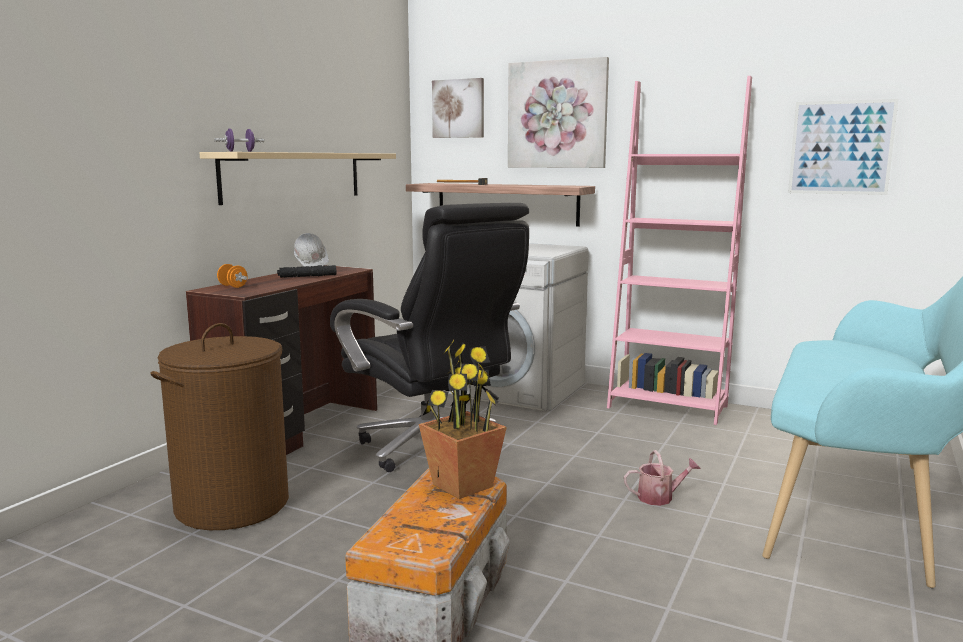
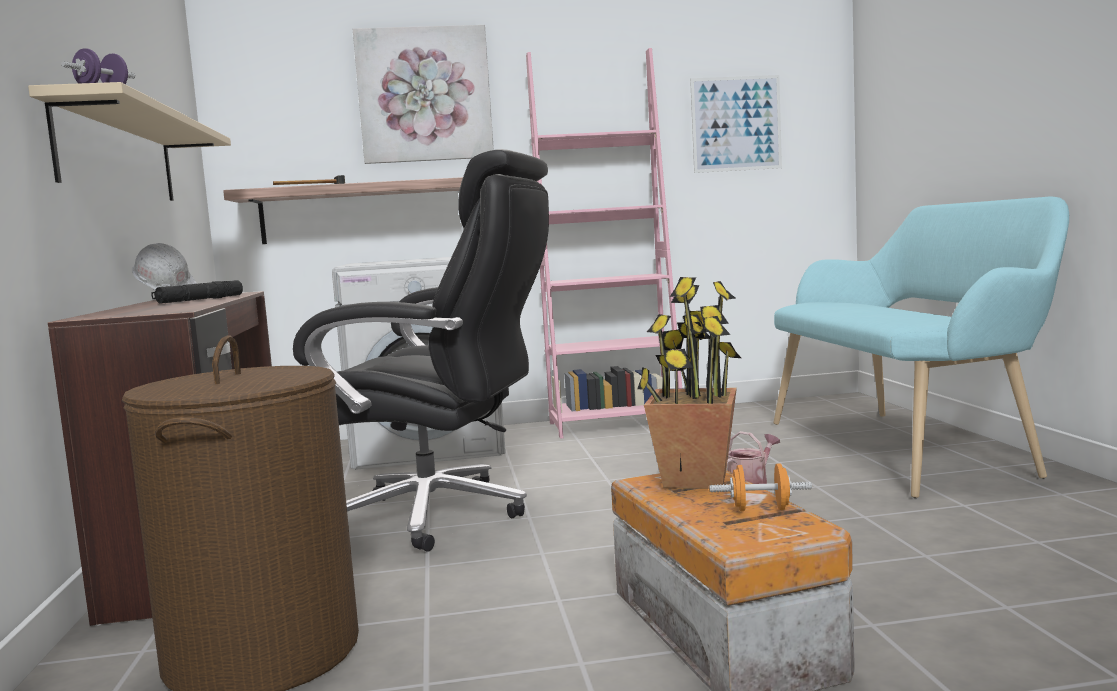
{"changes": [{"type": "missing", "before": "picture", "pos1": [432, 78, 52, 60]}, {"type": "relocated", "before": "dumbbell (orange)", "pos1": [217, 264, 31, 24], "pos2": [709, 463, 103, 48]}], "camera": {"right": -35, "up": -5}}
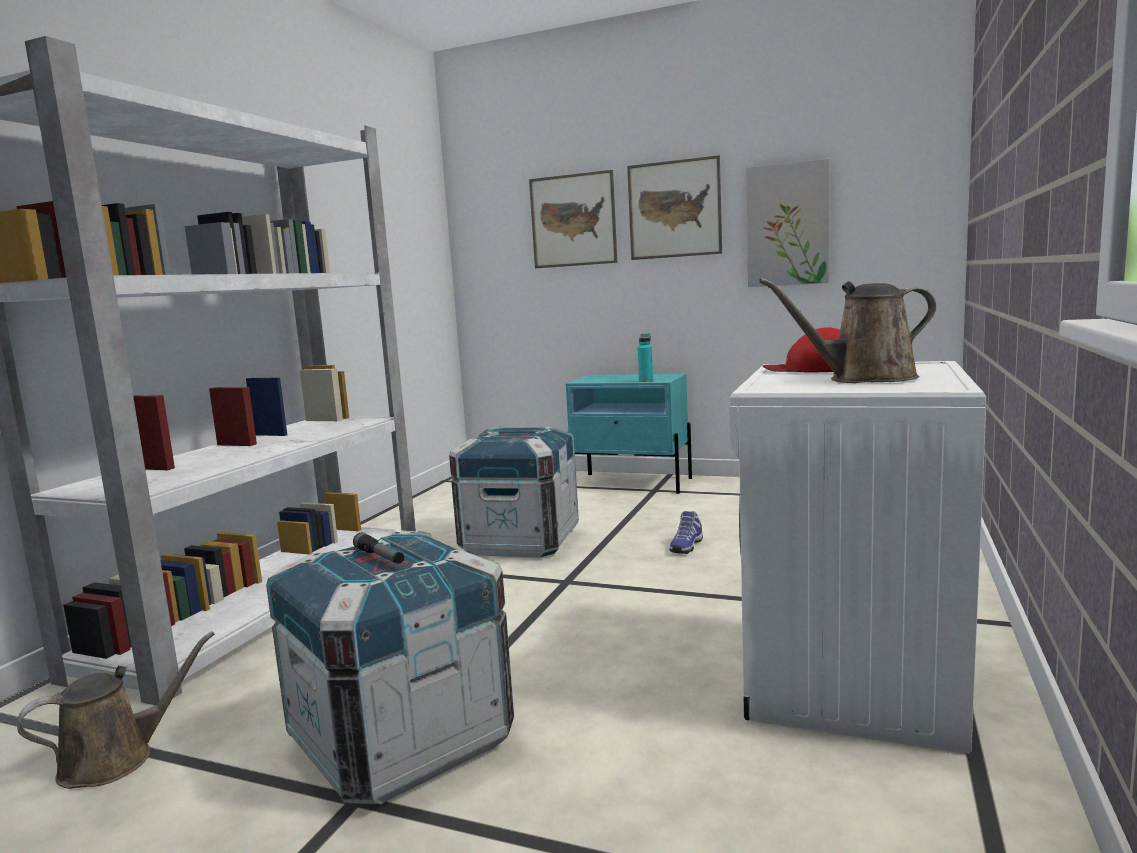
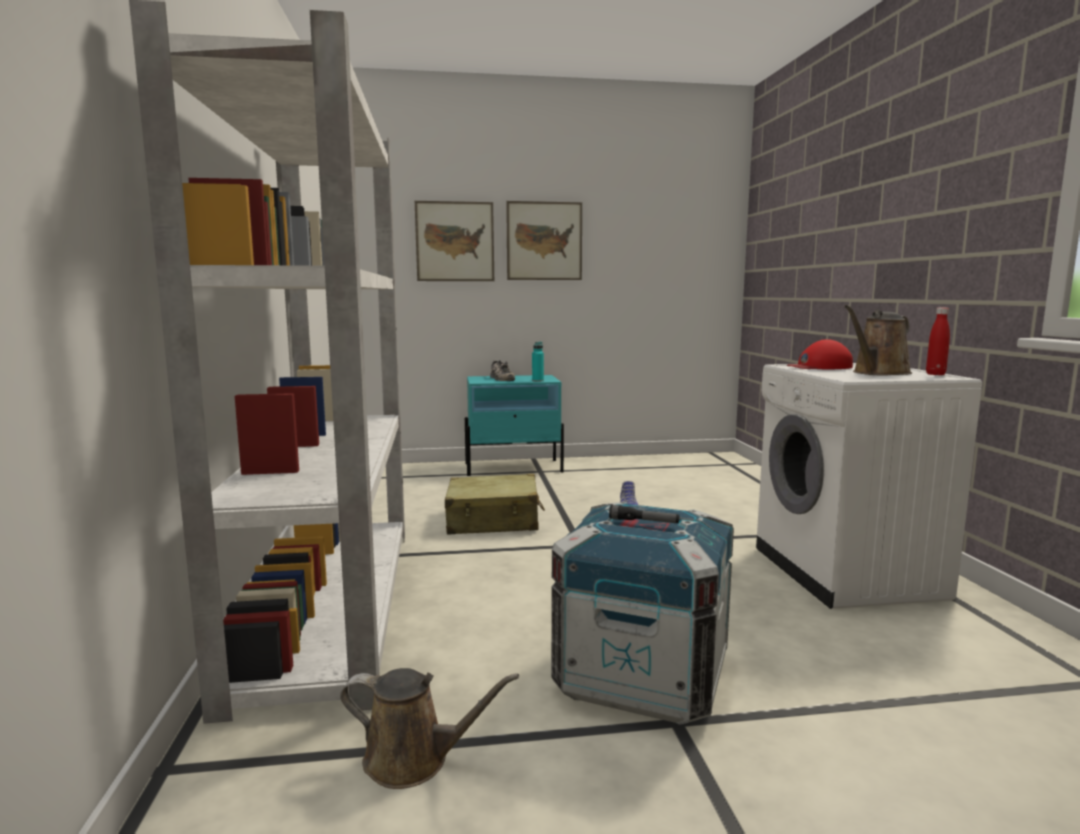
{"changes": [{"type": "missing", "before": "picture", "pos1": [746, 159, 84, 128]}, {"type": "exchanged", "before": "crate", "after": "suitcase (beige)", "pos1": [449, 426, 130, 132], "pos2": [445, 474, 100, 61]}, {"type": "spun", "before": "watering can (brown)", "pos1": [18, 631, 197, 158], "pos2": [340, 668, 179, 121], "turn": 75}, {"type": "appeared", "after": "bottle (red)", "pos2": [926, 308, 24, 67]}, {"type": "appeared", "after": "shoe", "pos2": [490, 360, 25, 21]}], "camera": {"right": -30, "up": 0}}
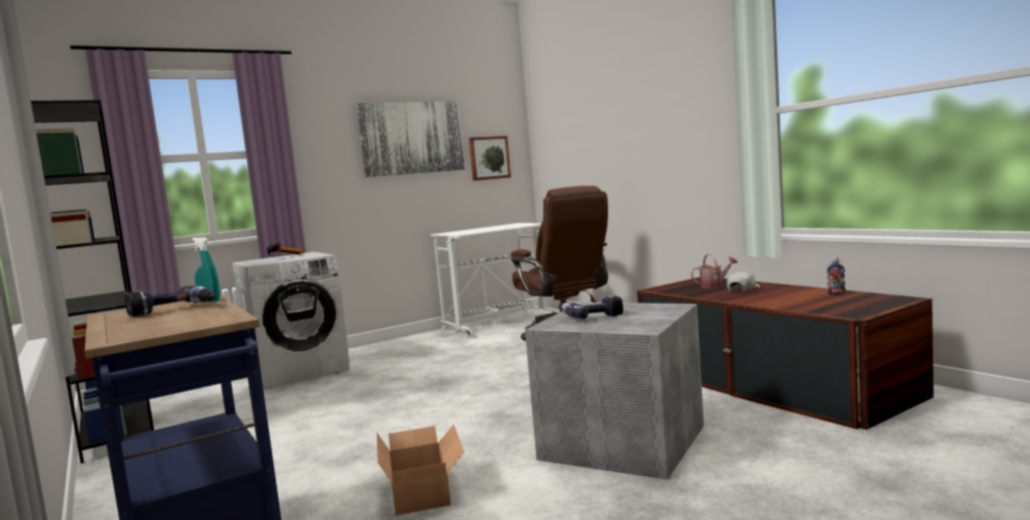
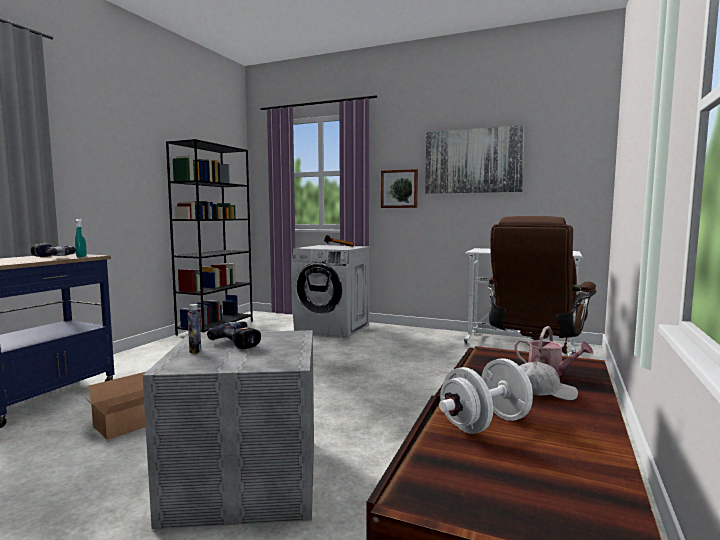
{"changes": [{"type": "relocated", "before": "picture", "pos1": [469, 136, 42, 45], "pos2": [381, 169, 37, 39]}, {"type": "relocated", "before": "bottle", "pos1": [827, 257, 19, 38], "pos2": [188, 304, 13, 50]}, {"type": "appeared", "after": "dumbbell (white)", "pos2": [439, 358, 94, 76]}], "camera": {"right": 55, "up": 0}}
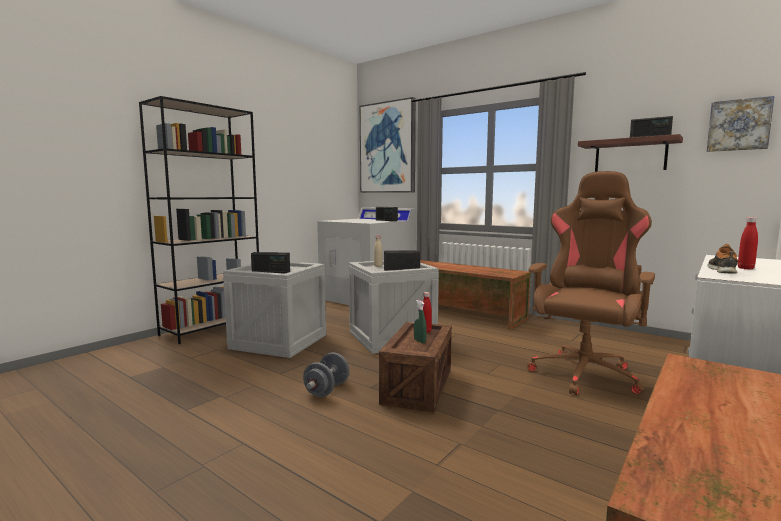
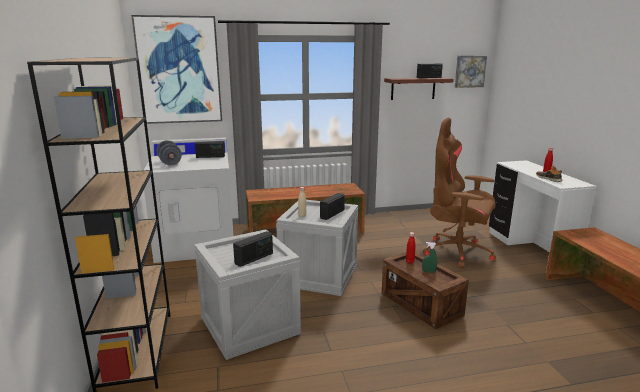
{"changes": [{"type": "spun", "before": "office chair (brown)", "pos1": [527, 171, 128, 224], "pos2": [423, 117, 73, 151], "turn": -45}, {"type": "relocated", "before": "dumbbell (grey)", "pos1": [303, 352, 47, 45], "pos2": [156, 140, 26, 25]}], "camera": {"right": -50, "up": 10}}
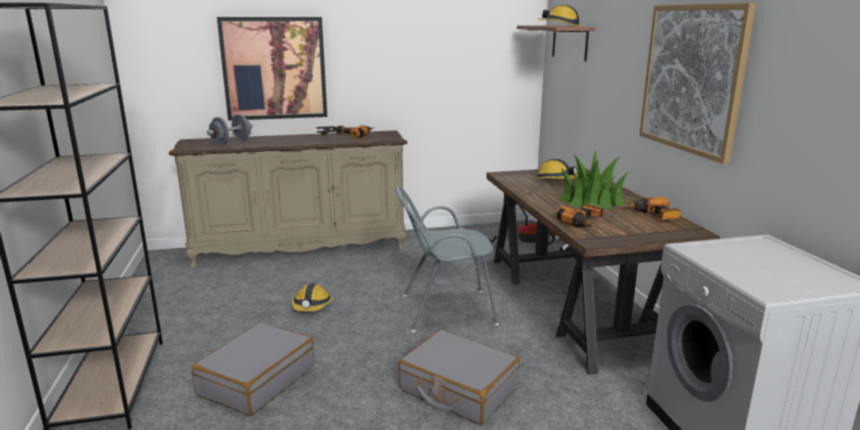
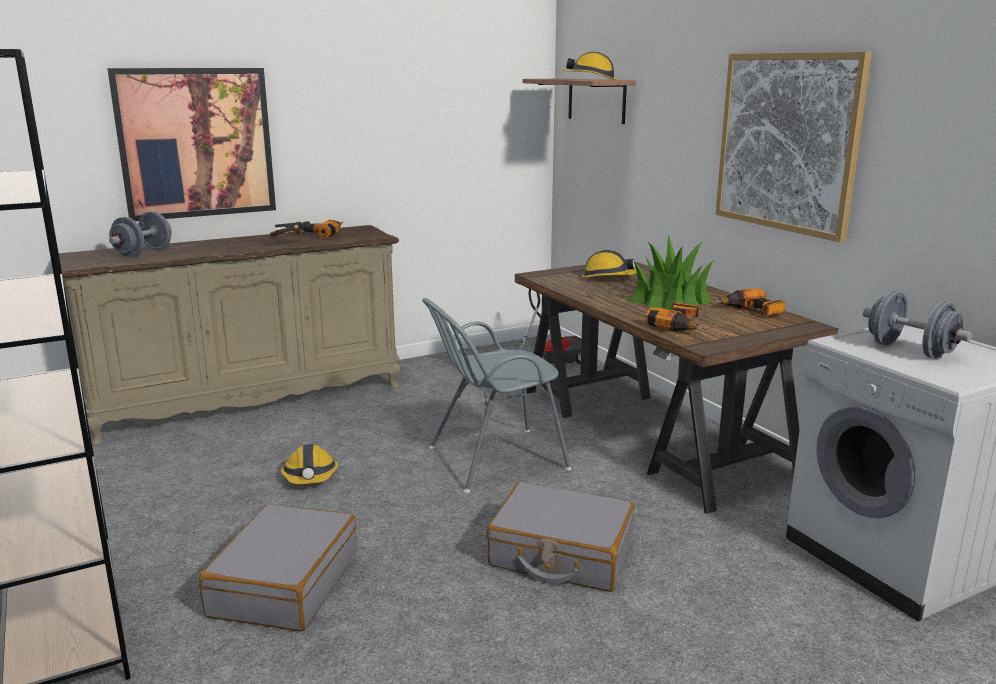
{"changes": [{"type": "appeared", "after": "dumbbell (grey)", "pos2": [863, 291, 109, 68]}], "camera": {"right": -15, "up": 0}}
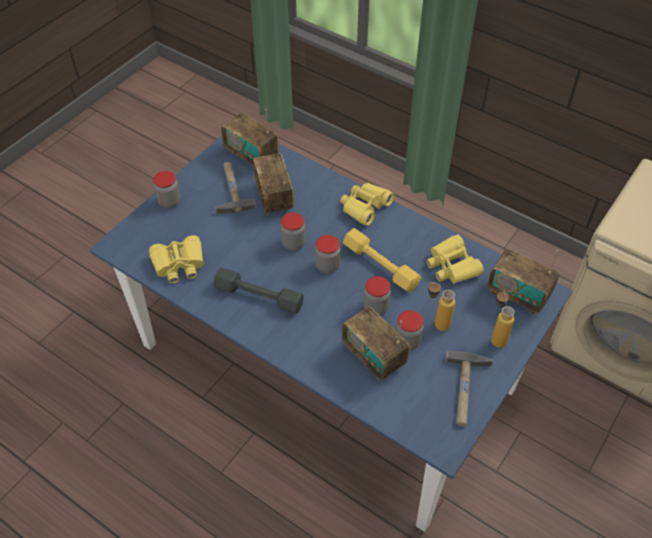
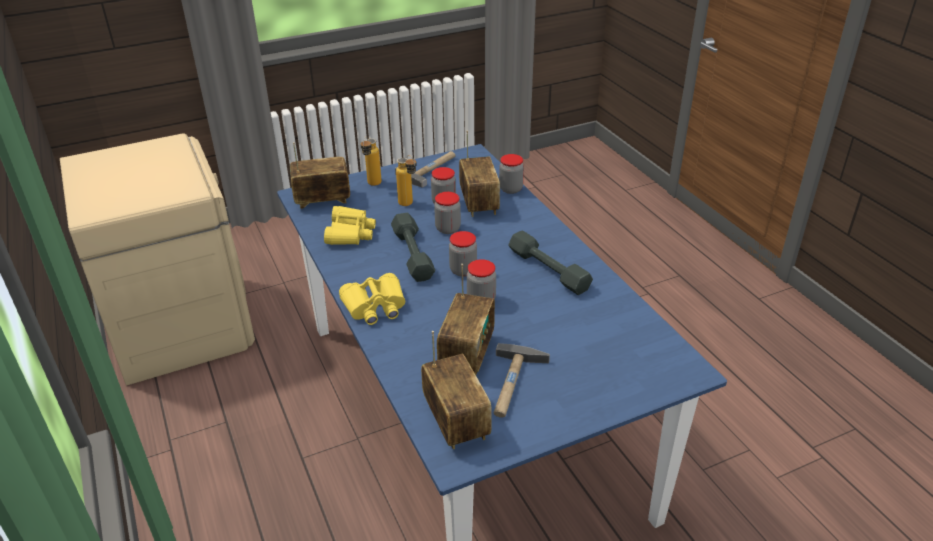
{"changes": [{"type": "relocated", "before": "jar", "pos1": [153, 171, 27, 37], "pos2": [499, 154, 25, 40]}, {"type": "colour", "before": "dumbbell (yellow)", "after": "dumbbell (grey)", "pos1": [343, 228, 79, 65], "pos2": [391, 213, 44, 69]}, {"type": "missing", "before": "binoculars (yellow)", "pos1": [149, 235, 55, 48]}, {"type": "spun", "before": "radio", "pos1": [487, 249, 72, 65], "pos2": [290, 142, 60, 67], "turn": -75}], "camera": {"right": -150, "up": -15}}
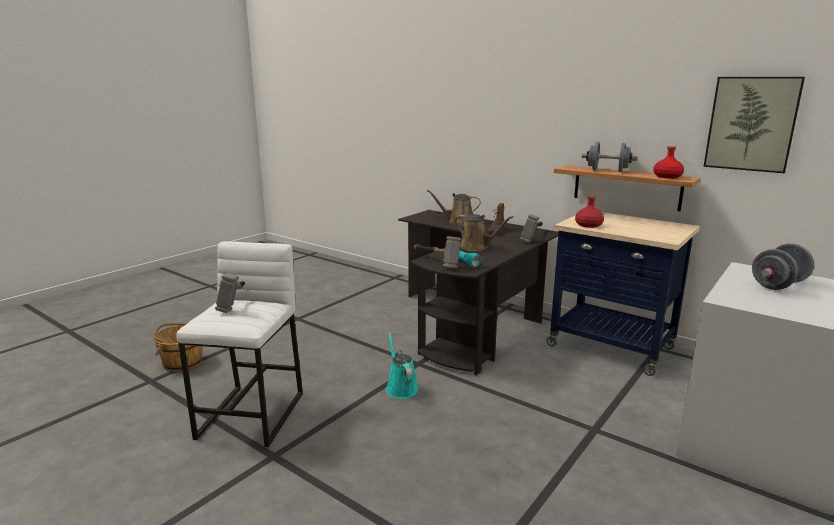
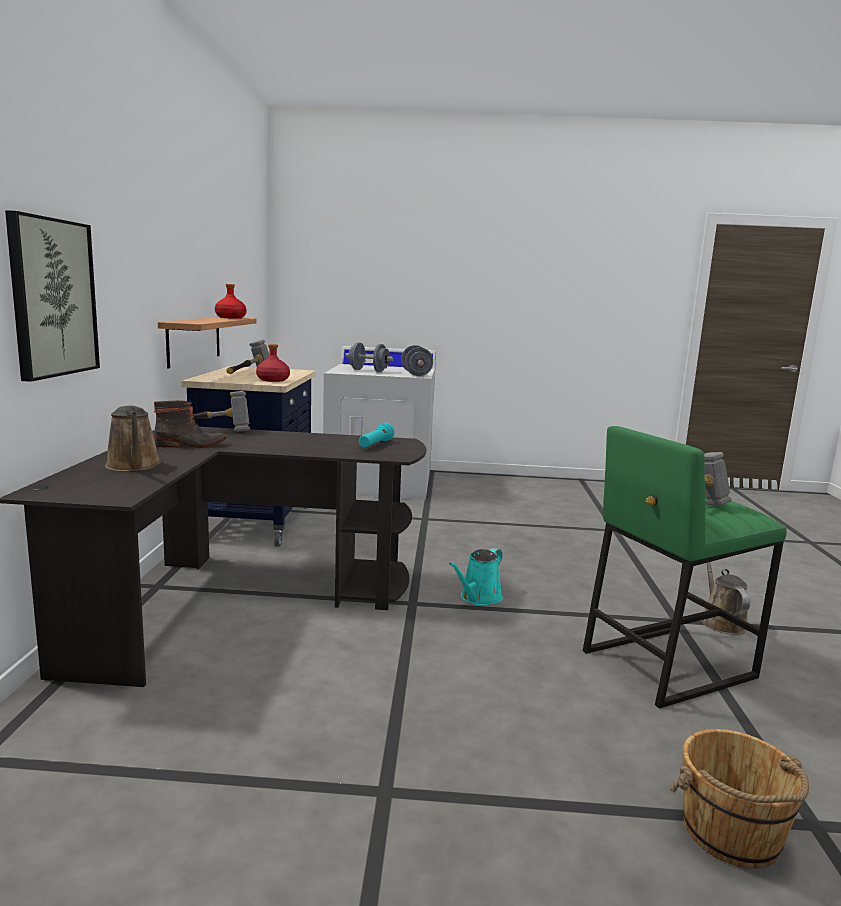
{"changes": [{"type": "relocated", "before": "picture", "pos1": [703, 77, 102, 96], "pos2": [5, 210, 95, 172]}, {"type": "relocated", "before": "dumbbell (grey)", "pos1": [582, 142, 56, 30], "pos2": [401, 345, 32, 31]}, {"type": "relocated", "before": "watering can (brown)", "pos1": [454, 214, 59, 37], "pos2": [701, 562, 49, 73]}, {"type": "relocated", "before": "hammer", "pos1": [414, 236, 47, 32], "pos2": [226, 339, 43, 35]}, {"type": "colour", "before": "stool (white)", "after": "stool (green)", "pos1": [177, 242, 126, 205], "pos2": [583, 426, 204, 283]}], "camera": {"right": -125, "up": -5}}
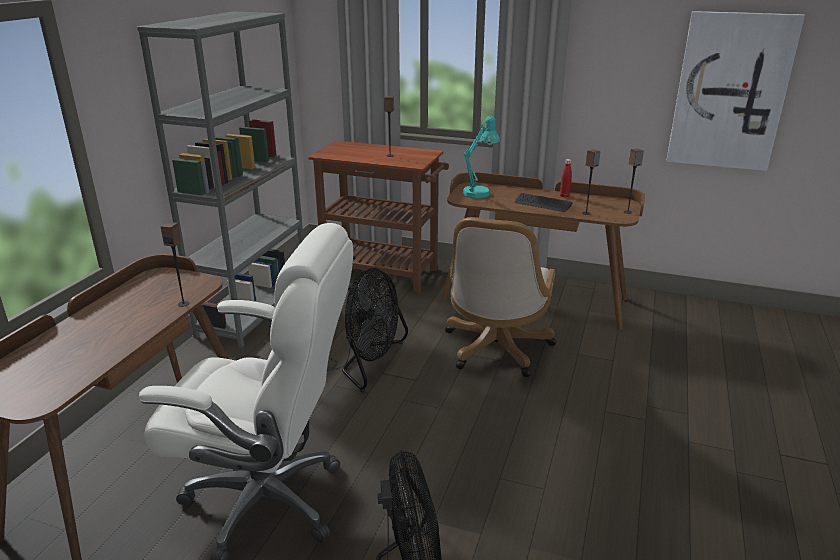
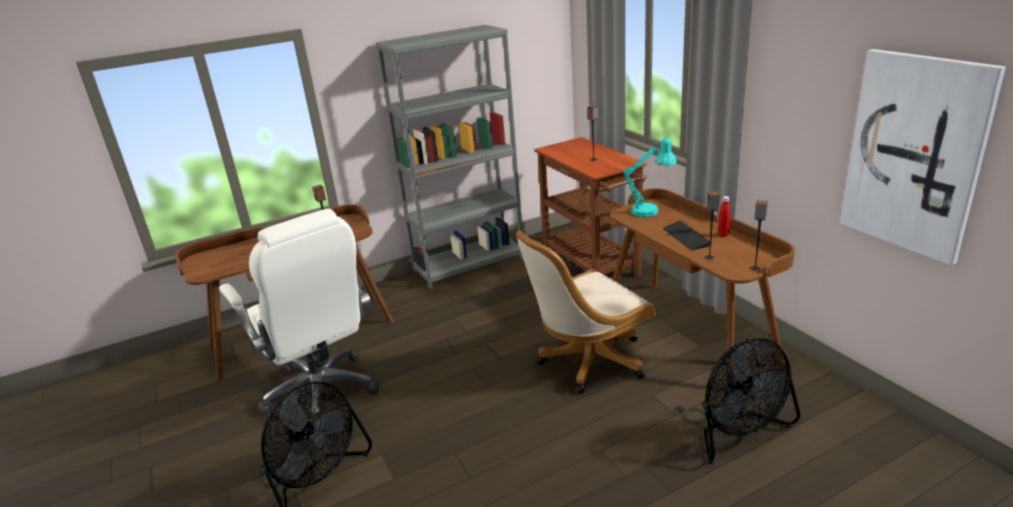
{"changes": [{"type": "relocated", "before": "fan (black)", "pos1": [327, 268, 81, 125], "pos2": [677, 338, 123, 126]}], "camera": {"right": 45, "up": 0}}
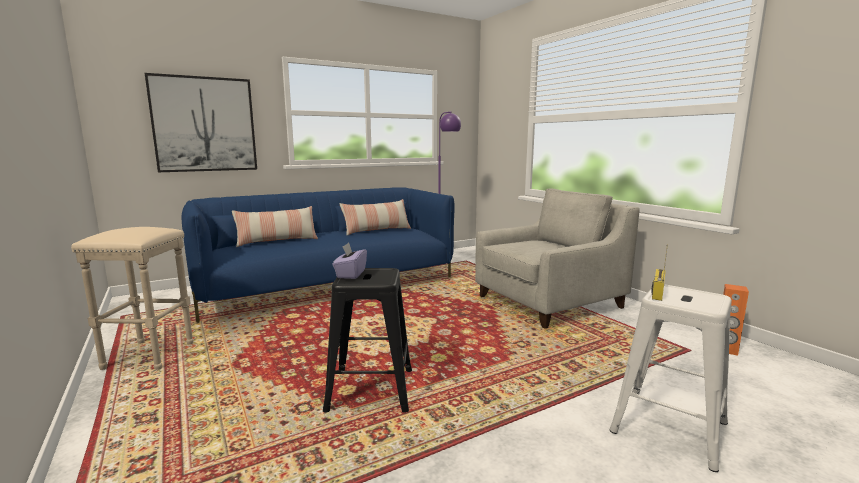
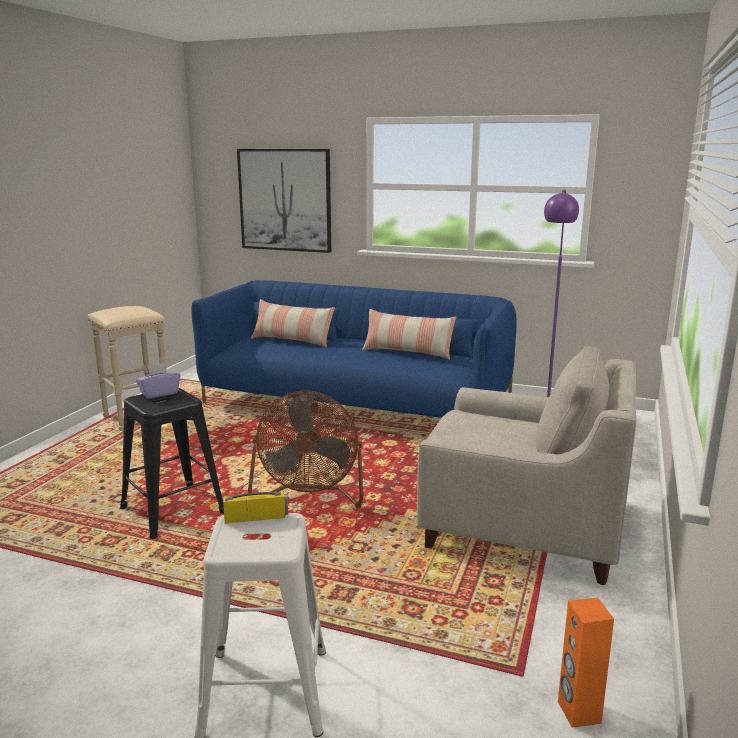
{"changes": [{"type": "appeared", "after": "fan (brown)", "pos2": [248, 391, 115, 118]}], "camera": {"right": 50, "up": 5}}
